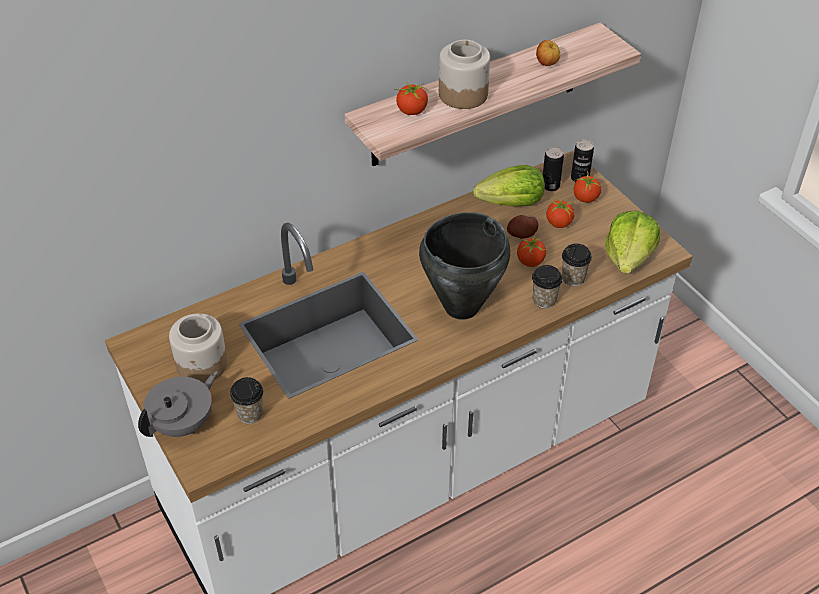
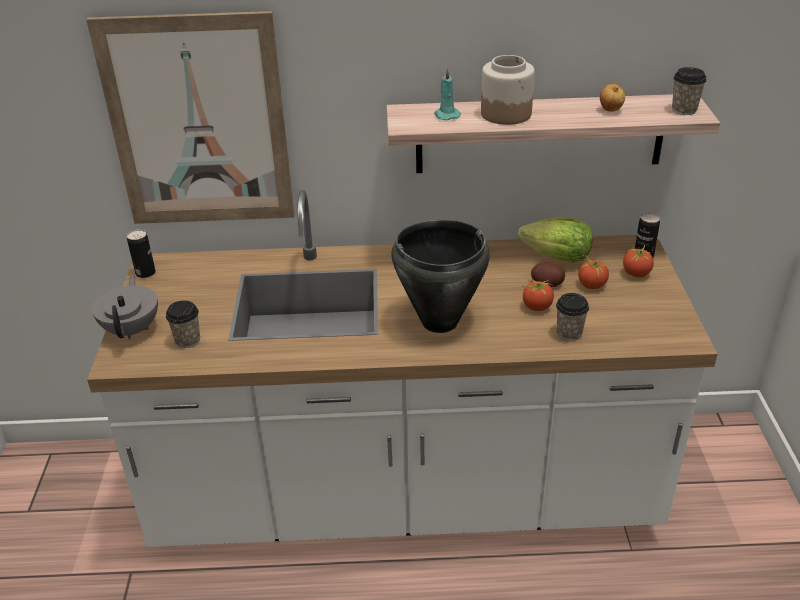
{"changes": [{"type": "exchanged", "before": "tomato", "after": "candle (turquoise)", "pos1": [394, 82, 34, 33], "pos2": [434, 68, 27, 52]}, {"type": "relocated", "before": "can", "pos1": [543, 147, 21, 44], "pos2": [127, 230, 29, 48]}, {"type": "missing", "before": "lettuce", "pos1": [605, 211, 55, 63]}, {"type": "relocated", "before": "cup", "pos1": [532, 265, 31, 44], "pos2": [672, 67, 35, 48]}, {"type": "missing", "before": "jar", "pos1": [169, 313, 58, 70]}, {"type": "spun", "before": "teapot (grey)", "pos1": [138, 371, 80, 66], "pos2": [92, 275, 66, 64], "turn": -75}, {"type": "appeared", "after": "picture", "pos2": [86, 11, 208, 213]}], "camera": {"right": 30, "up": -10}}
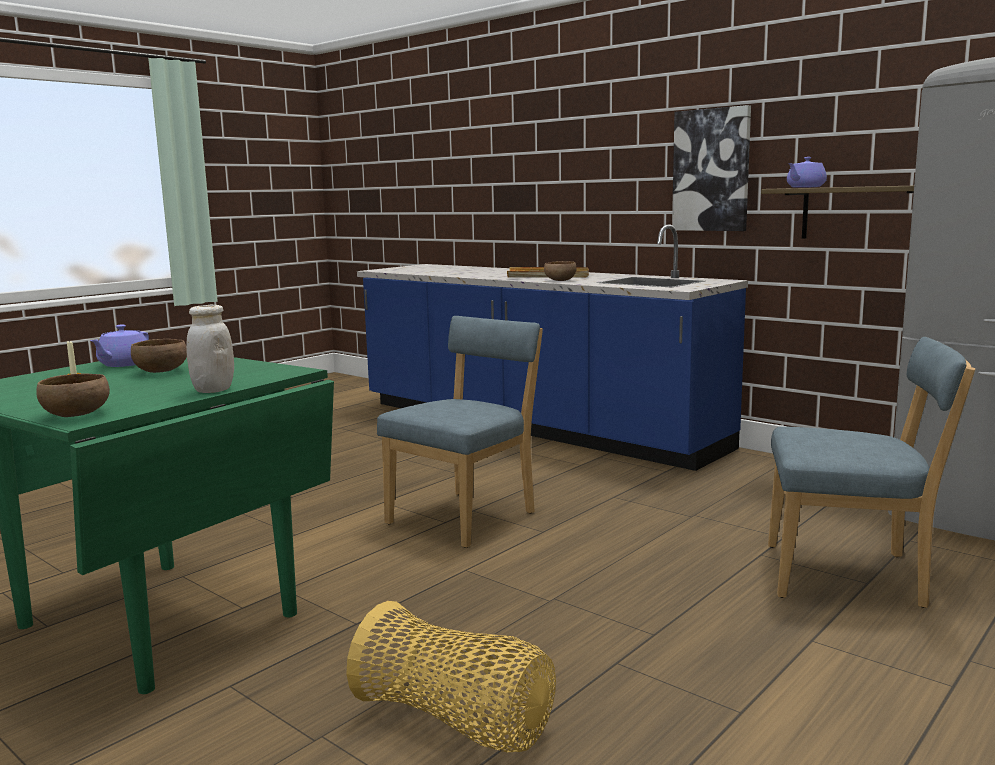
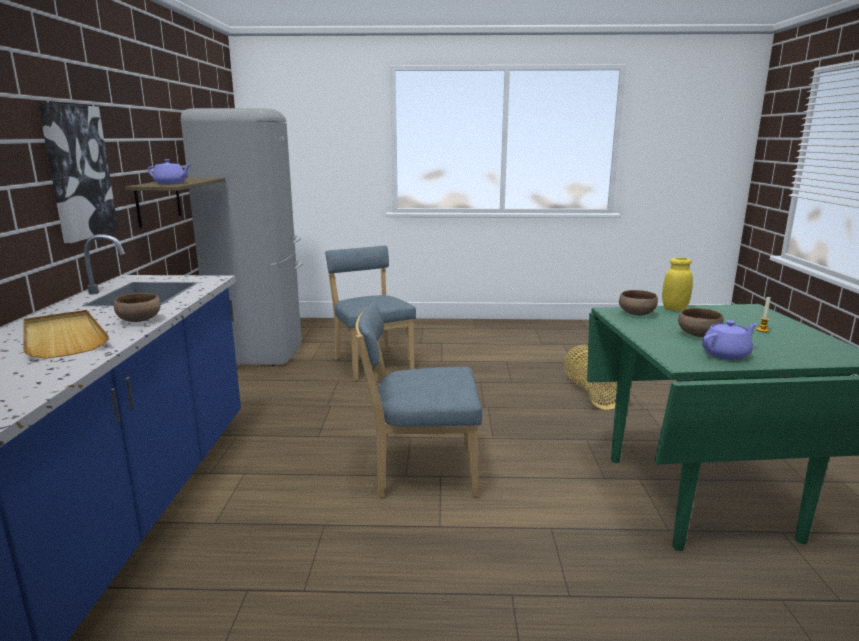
{"changes": [{"type": "colour", "before": "jar (white)", "after": "jar (yellow)", "pos1": [186, 305, 48, 88], "pos2": [662, 257, 31, 54]}, {"type": "relocated", "before": "bowl (brown)", "pos1": [37, 374, 73, 43], "pos2": [619, 290, 39, 25]}], "camera": {"right": -130, "up": 5}}
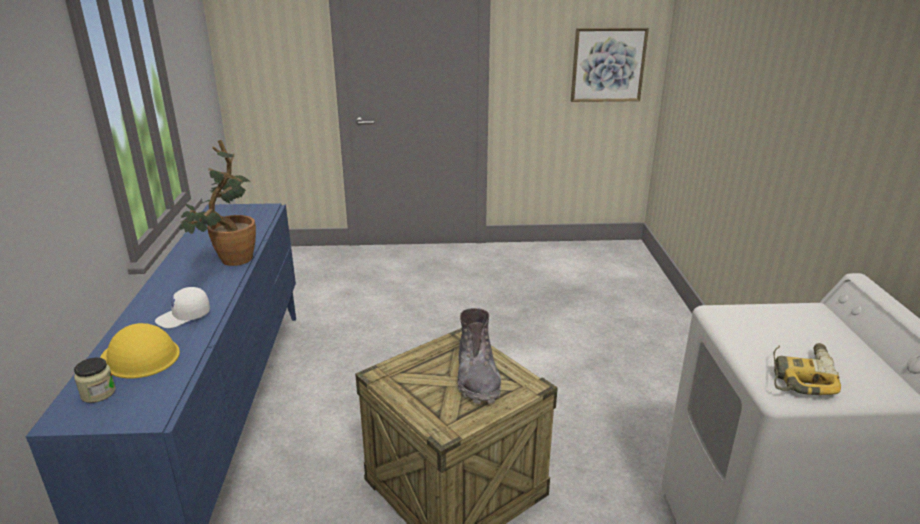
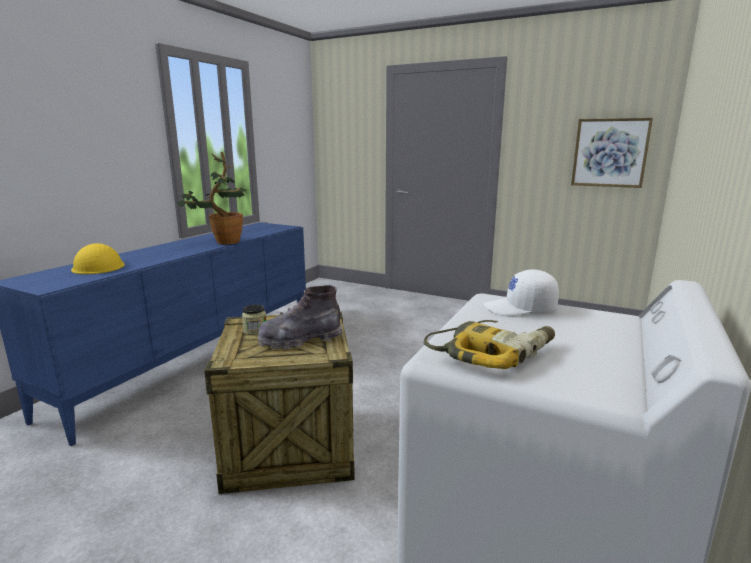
{"changes": [{"type": "relocated", "before": "cap (white)", "pos1": [155, 287, 55, 41], "pos2": [484, 269, 75, 47]}, {"type": "spun", "before": "boot (grey)", "pos1": [457, 308, 44, 96], "pos2": [258, 285, 85, 65], "turn": 45}, {"type": "relocated", "before": "jar", "pos1": [74, 358, 42, 45], "pos2": [242, 304, 24, 31]}], "camera": {"right": 30, "up": -10}}
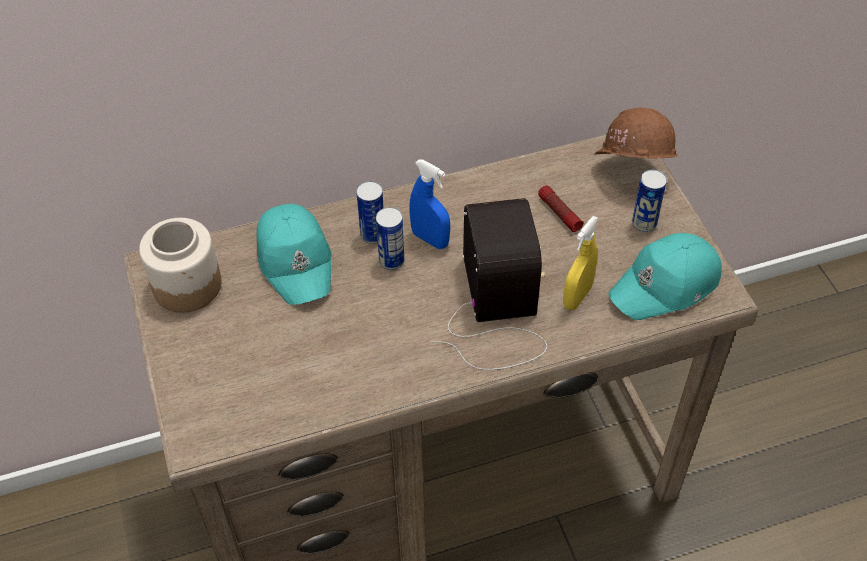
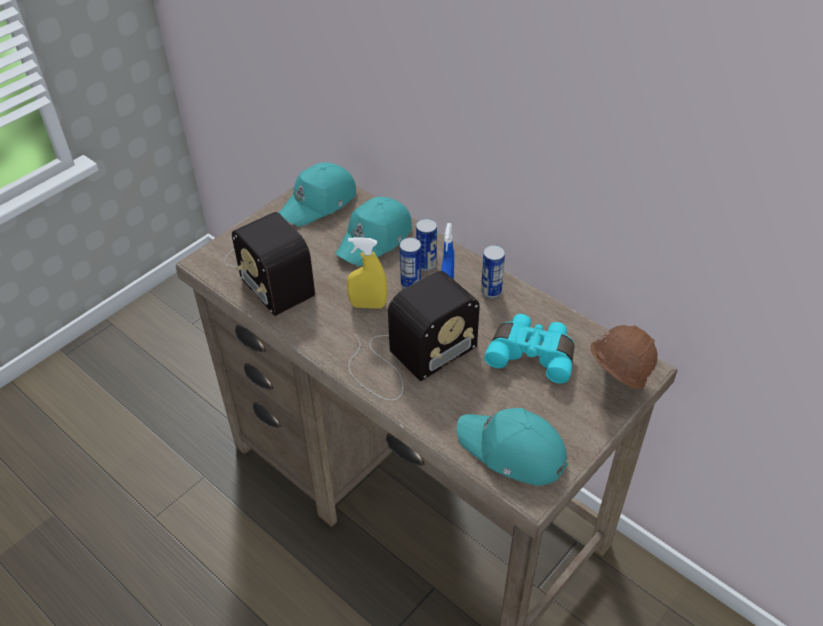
{"changes": [{"type": "relocated", "before": "can", "pos1": [632, 170, 35, 62], "pos2": [481, 245, 24, 54]}, {"type": "exchanged", "before": "flashlight", "after": "binoculars (turquoise)", "pos1": [538, 186, 45, 46], "pos2": [484, 314, 90, 69]}, {"type": "relocated", "before": "spray bottle (yellow)", "pos1": [563, 216, 36, 94], "pos2": [347, 237, 40, 72]}, {"type": "exchanged", "before": "jar", "after": "cap (turquoise)", "pos1": [139, 218, 83, 94], "pos2": [279, 162, 77, 64]}, {"type": "appeared", "after": "radio", "pos2": [224, 212, 91, 104]}], "camera": {"right": 60, "up": -5}}
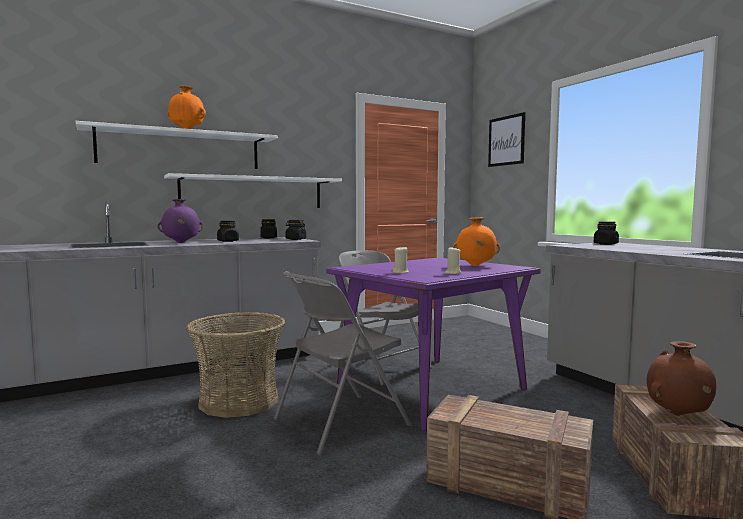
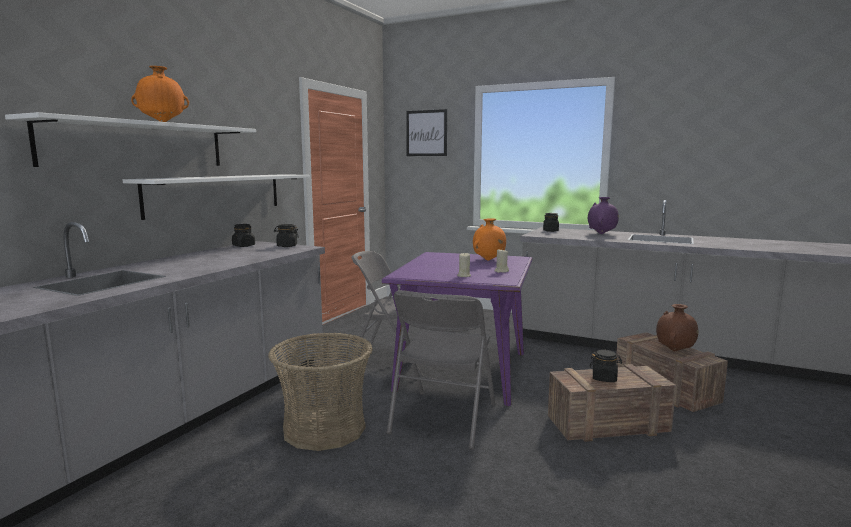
{"changes": [{"type": "relocated", "before": "vase (purple)", "pos1": [158, 199, 45, 44], "pos2": [588, 197, 31, 37]}, {"type": "relocated", "before": "jar (black)", "pos1": [217, 220, 22, 22], "pos2": [590, 350, 32, 32]}], "camera": {"right": -35, "up": 5}}
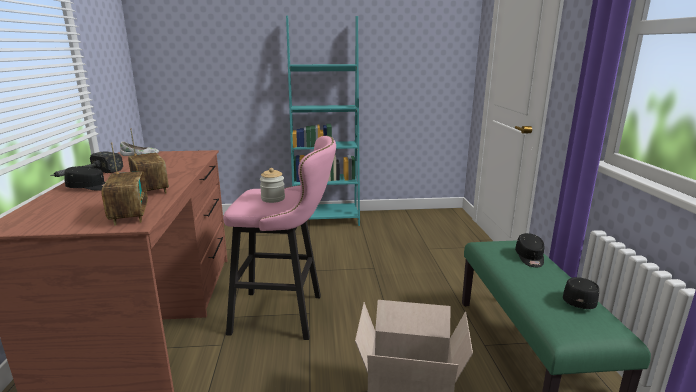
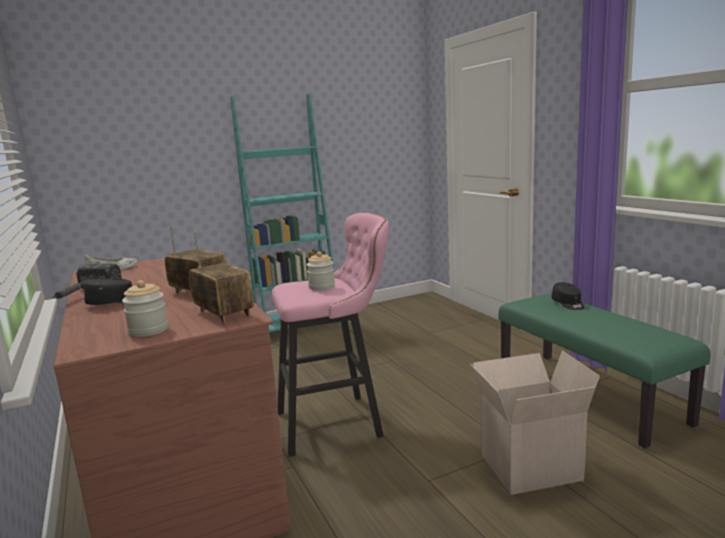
{"changes": [{"type": "missing", "before": "cap (black)", "pos1": [563, 277, 36, 32]}, {"type": "appeared", "after": "jar", "pos2": [122, 280, 46, 57]}], "camera": {"right": -20, "up": -5}}
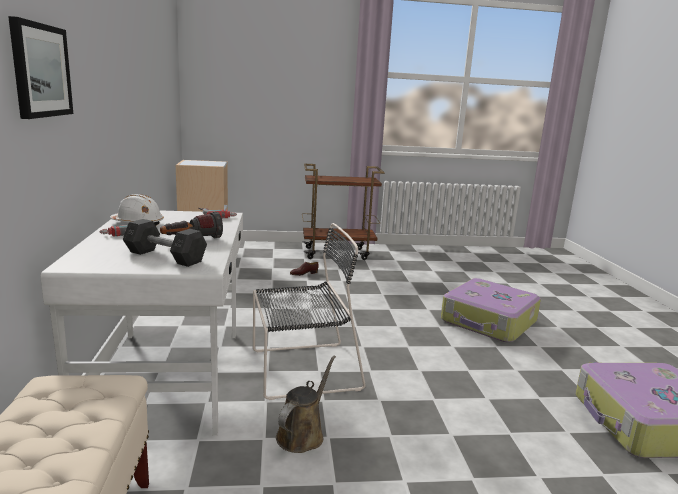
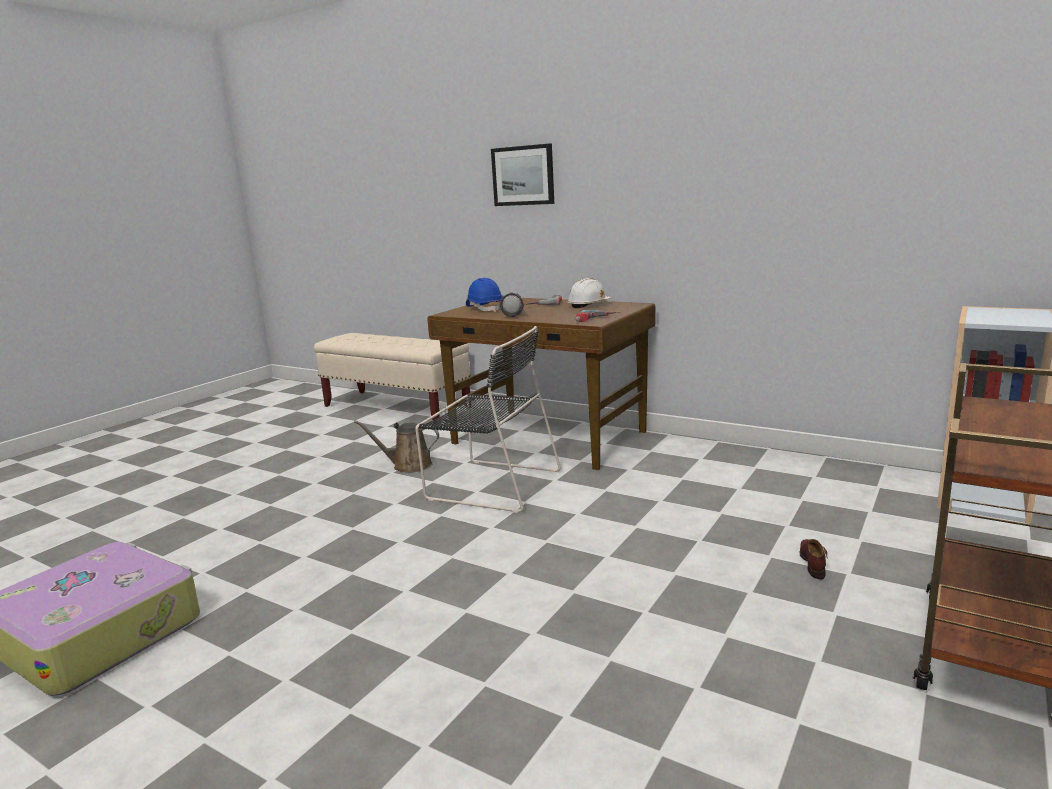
{"changes": [{"type": "colour", "before": "desk (white)", "after": "desk (brown)", "pos1": [40, 210, 203, 225], "pos2": [427, 298, 228, 172]}, {"type": "exchanged", "before": "dumbbell (grey)", "after": "hard hat (blue)", "pos1": [123, 219, 84, 48], "pos2": [466, 278, 37, 34]}, {"type": "spun", "before": "chair (black)", "pos1": [253, 223, 113, 177], "pos2": [415, 326, 146, 187], "turn": -90}, {"type": "missing", "before": "suitcase", "pos1": [441, 278, 100, 65]}, {"type": "spun", "before": "watering can (brown)", "pos1": [276, 356, 60, 97], "pos2": [354, 420, 85, 53], "turn": 120}], "camera": {"right": 130, "up": 0}}
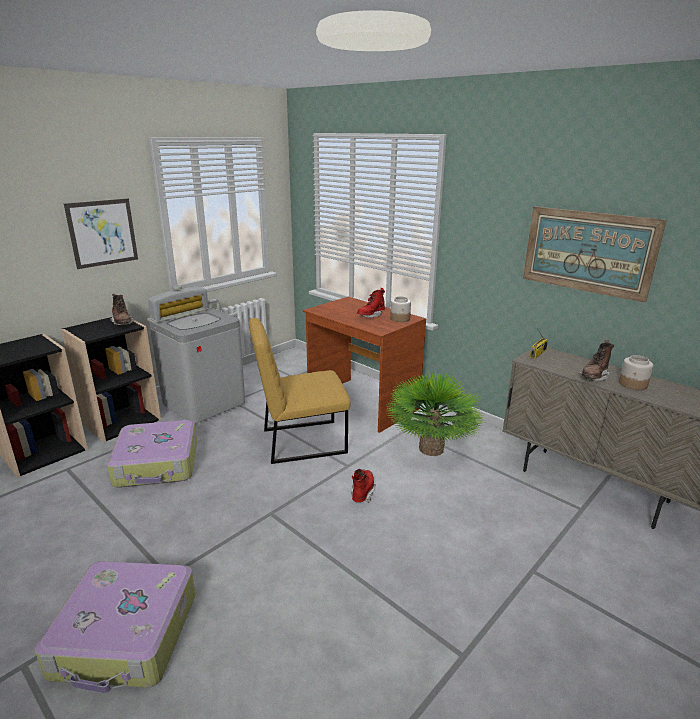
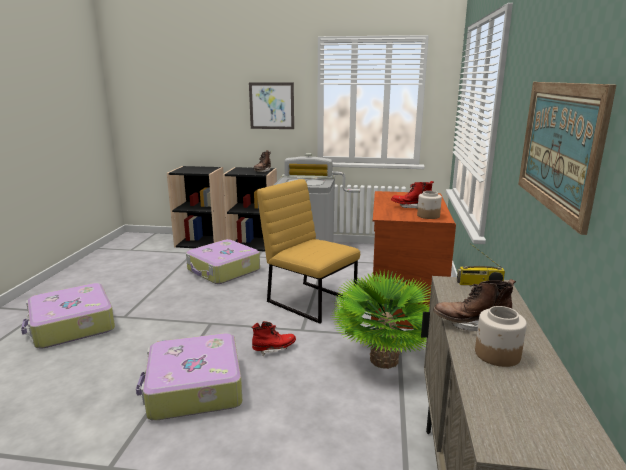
{"changes": [{"type": "appeared", "after": "suitcase", "pos2": [136, 333, 106, 87]}], "camera": {"right": 55, "up": -5}}
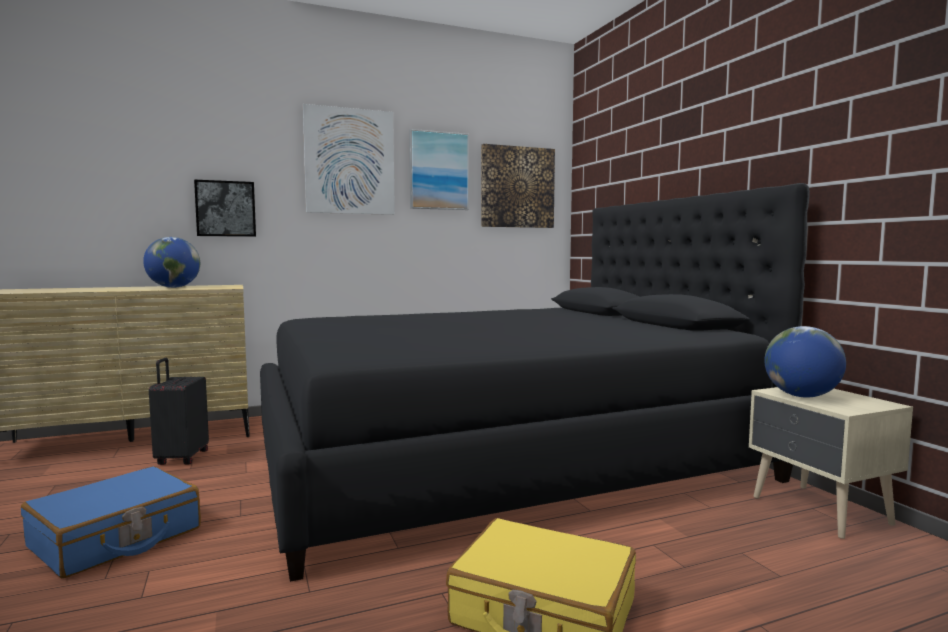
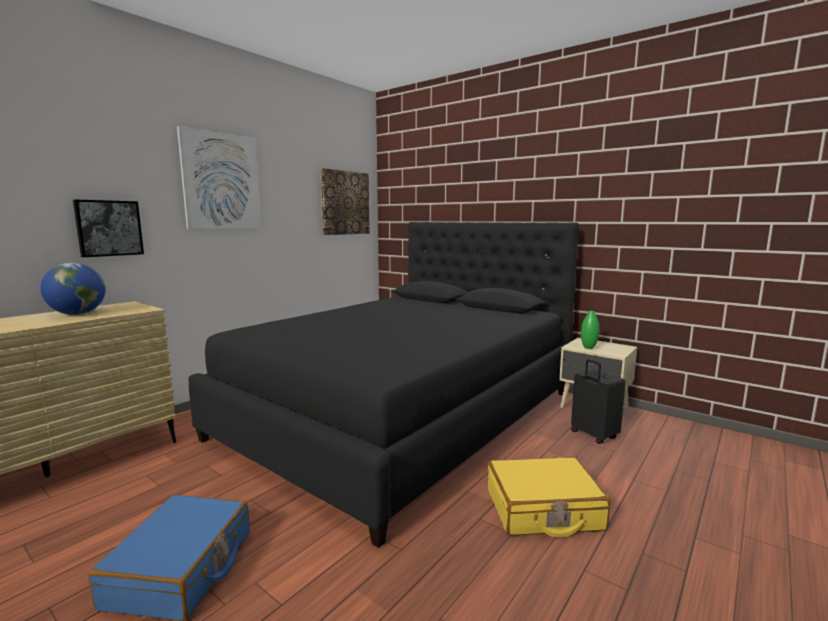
{"changes": [{"type": "missing", "before": "picture", "pos1": [409, 129, 60, 81]}, {"type": "exchanged", "before": "globe", "after": "vase (green)", "pos1": [764, 326, 82, 72], "pos2": [581, 311, 18, 38]}, {"type": "relocated", "before": "suitcase (black)", "pos1": [149, 358, 60, 107], "pos2": [571, 359, 55, 85]}], "camera": {"right": -30, "up": 5}}
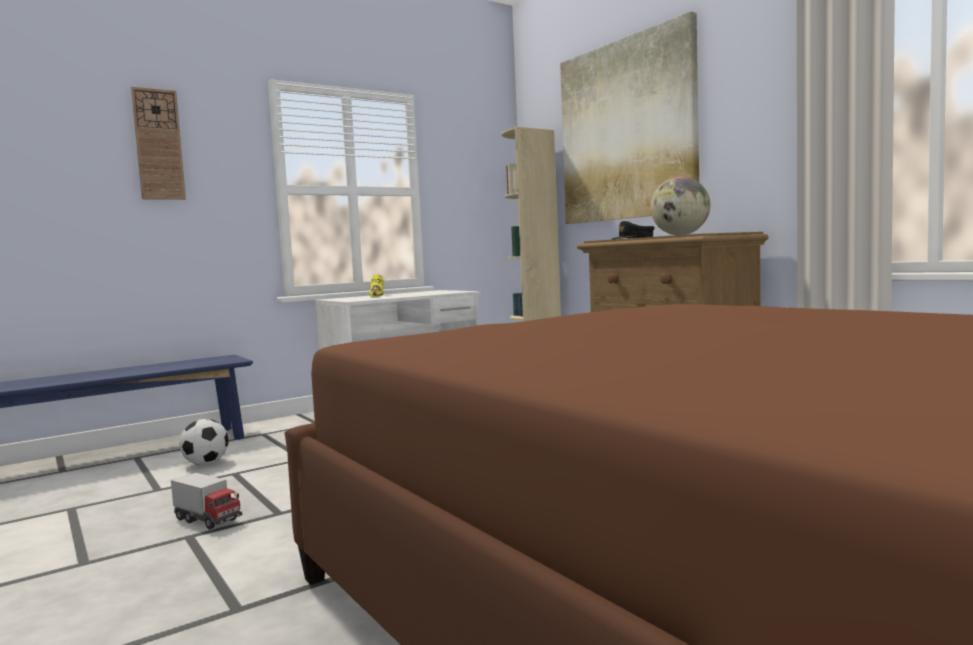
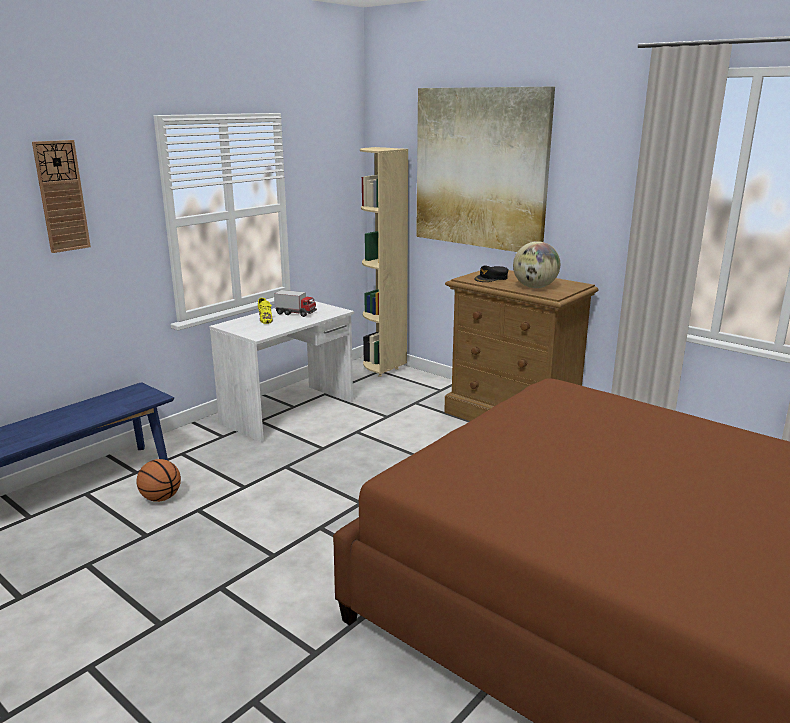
{"changes": [{"type": "exchanged", "before": "football", "after": "basketball", "pos1": [179, 419, 49, 46], "pos2": [136, 459, 45, 43]}, {"type": "relocated", "before": "toy truck", "pos1": [171, 473, 71, 56], "pos2": [274, 290, 43, 27]}], "camera": {"right": -15, "up": 15}}
